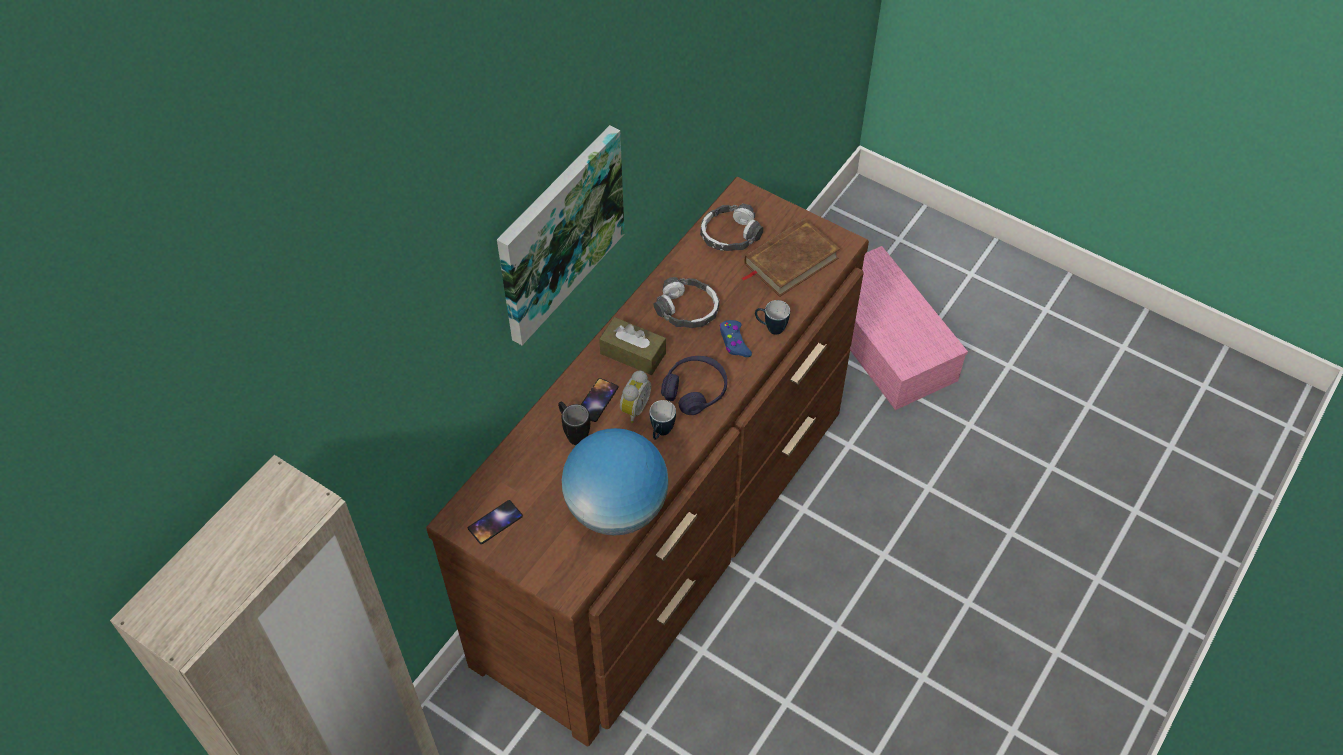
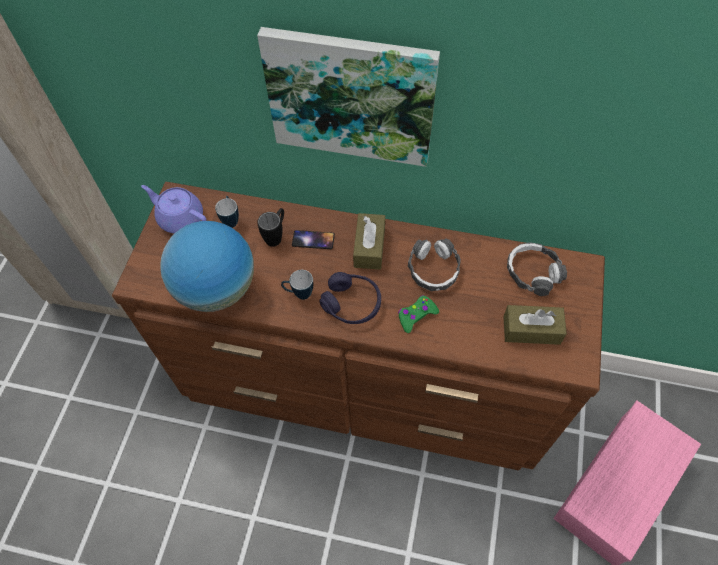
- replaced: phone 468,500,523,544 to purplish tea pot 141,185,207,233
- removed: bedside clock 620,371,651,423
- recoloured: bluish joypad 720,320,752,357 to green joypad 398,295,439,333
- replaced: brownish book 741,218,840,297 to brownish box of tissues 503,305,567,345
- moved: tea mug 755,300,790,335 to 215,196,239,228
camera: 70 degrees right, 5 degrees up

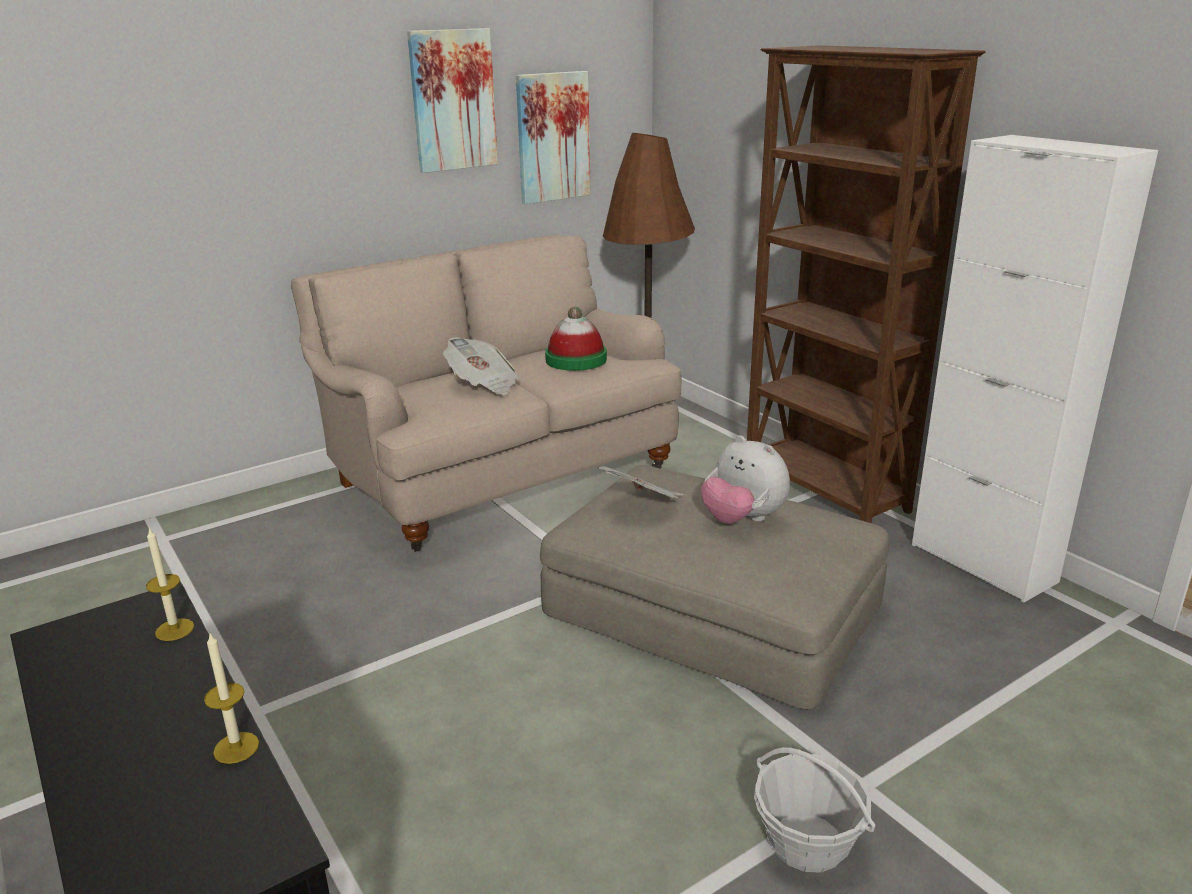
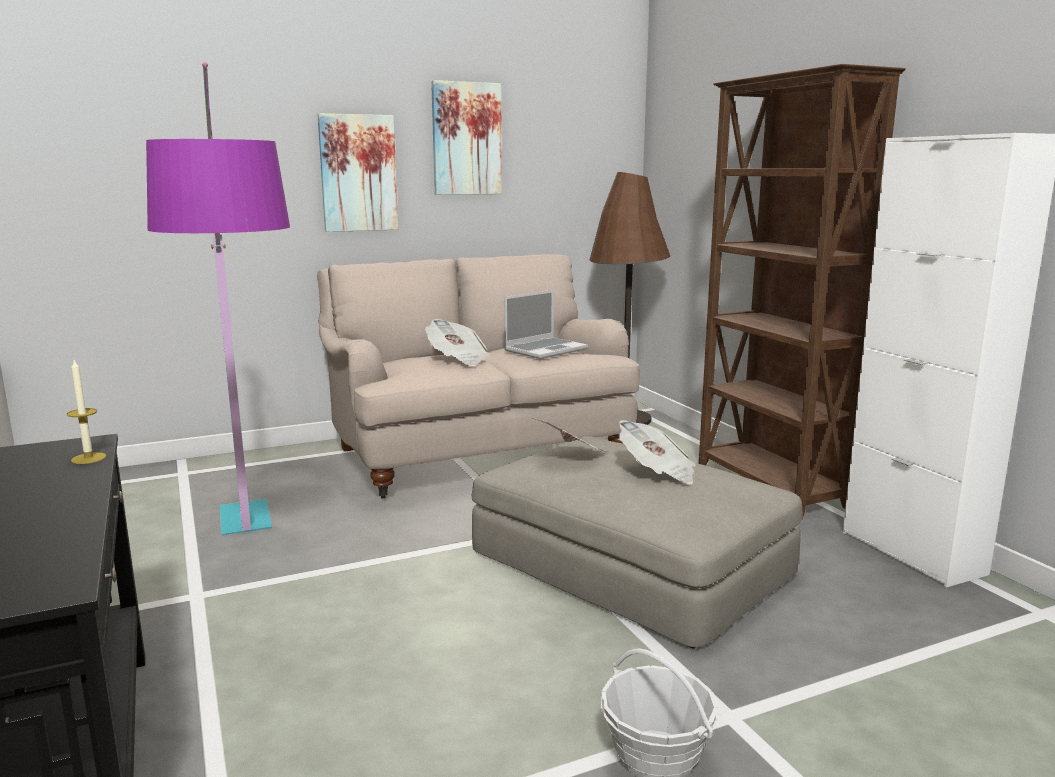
- removed: candle 204,634,259,764
- moved: wall picture 516,71,591,204 to 317,113,398,232
- replaced: hat 545,307,607,371 to laptop 504,290,588,359
- replaced: cuddly toy 701,435,790,524 to daily paper 619,420,696,485
- added: standard lamp 146,62,290,536
camera: 10 degrees right, 10 degrees down

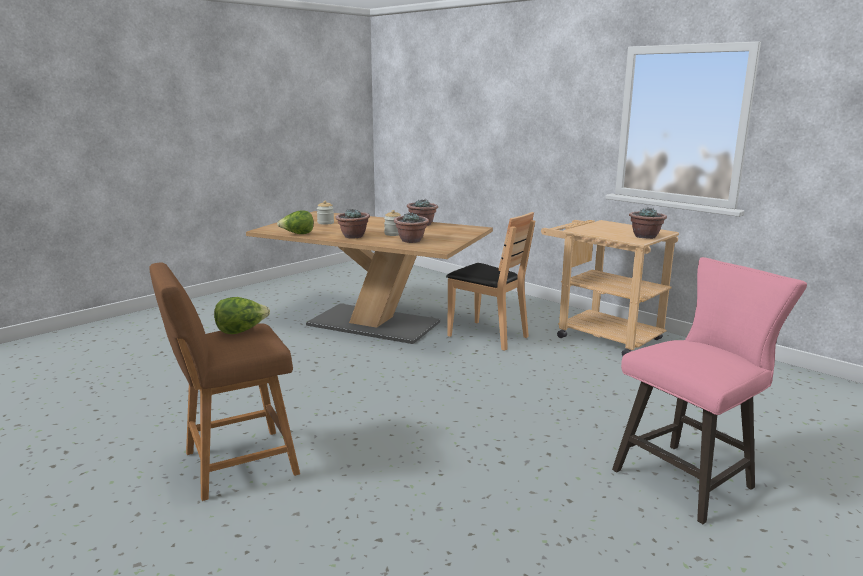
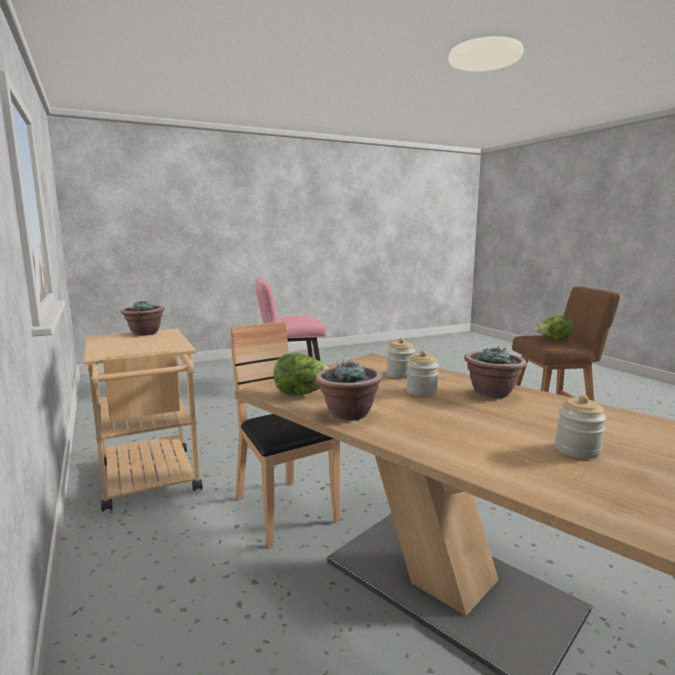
- moved: head of lettuce 277,210,314,234 to 274,353,329,396
- replaced: plant in a pot 394,213,429,243 to preserve jar 386,338,415,379
camera: 160 degrees left, 5 degrees down

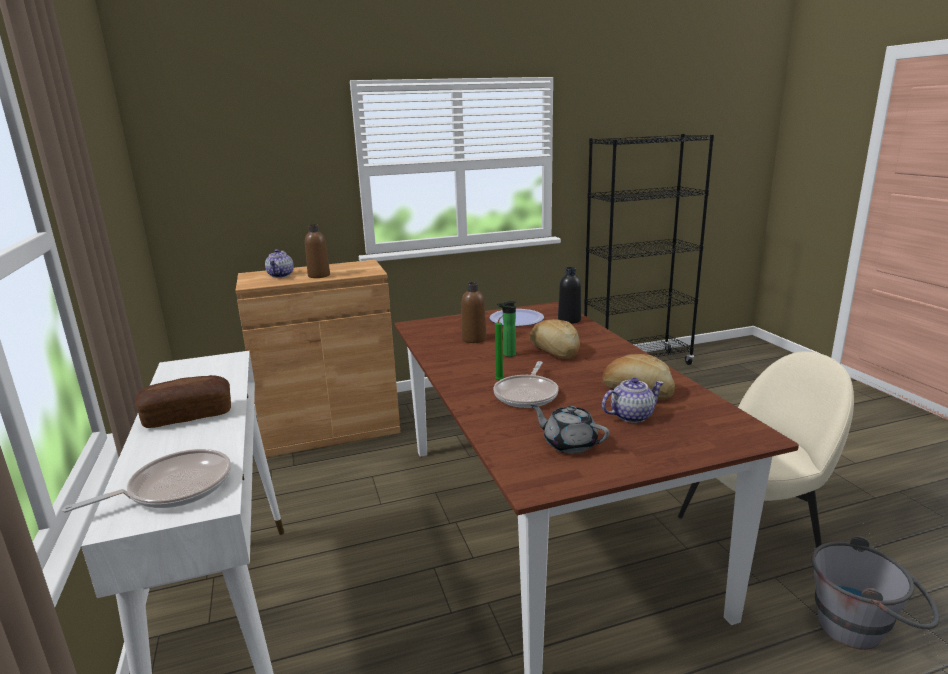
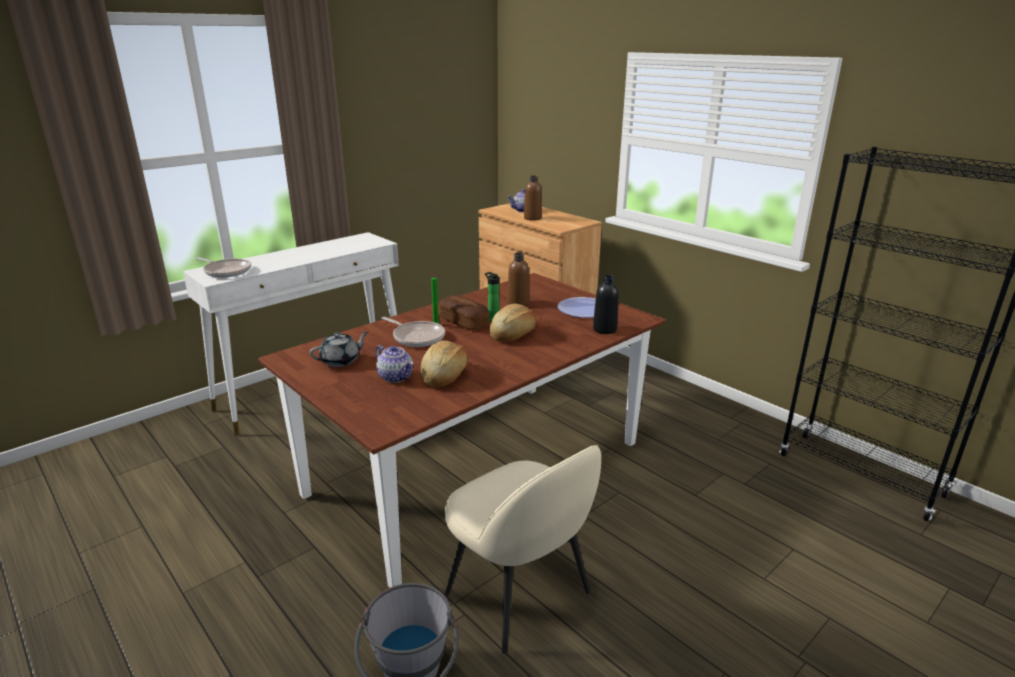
- moved: baked bread 135,375,231,428 to 439,295,489,330
- turned: pan 494,361,559,408 = 381,317,445,347 135 degrees counterclockwise
- turned: gray tea pot 531,405,609,454 = 310,332,368,367 45 degrees clockwise
camera: 65 degrees right, 5 degrees up

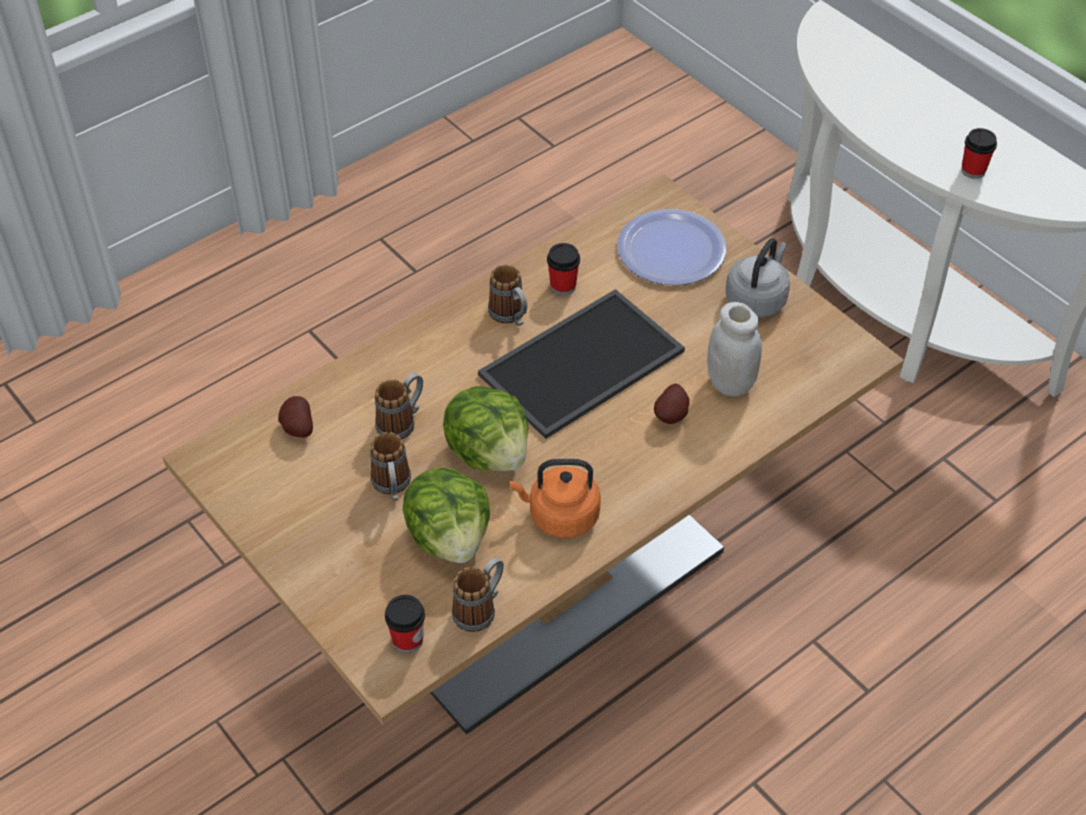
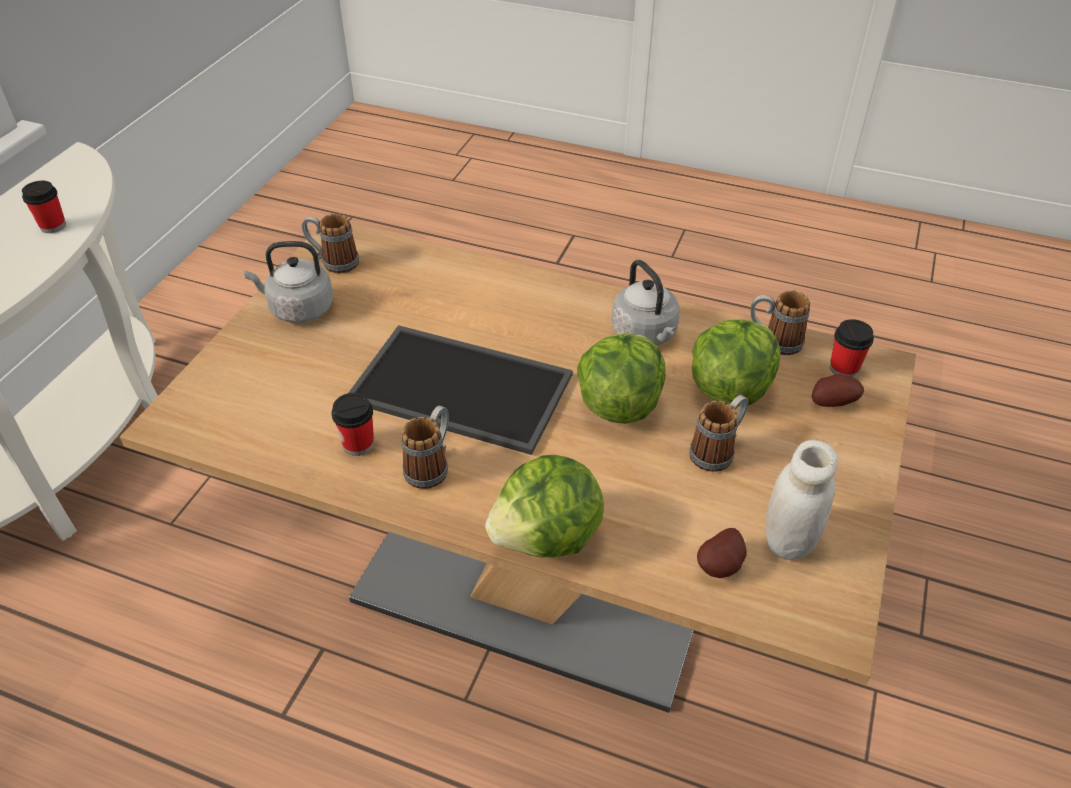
- moved: tea mug 375,373,423,439 to 302,213,359,274
- recoloured: orange kettle 510,459,601,538 to gray kettle 612,260,680,345
- removed: dinner plate 617,209,727,285
- moved: whole potato 654,384,689,424 to 812,374,864,407
- moved: white-coloured preserve jar 707,302,762,396 to 766,440,838,560
- added: head of lettuce 485,455,604,557
camera: 120 degrees left, 5 degrees down

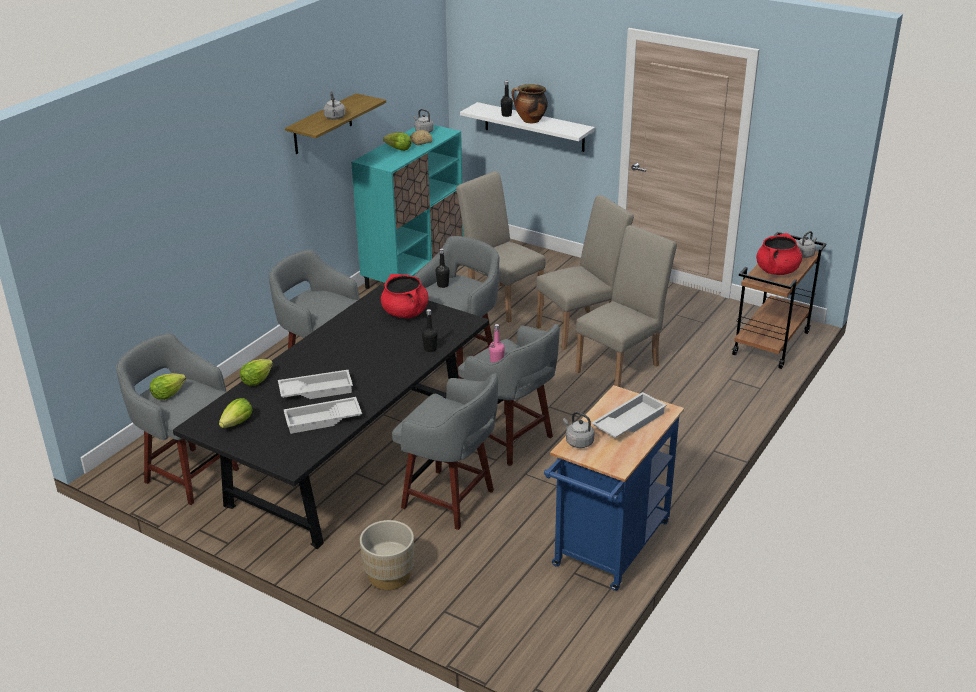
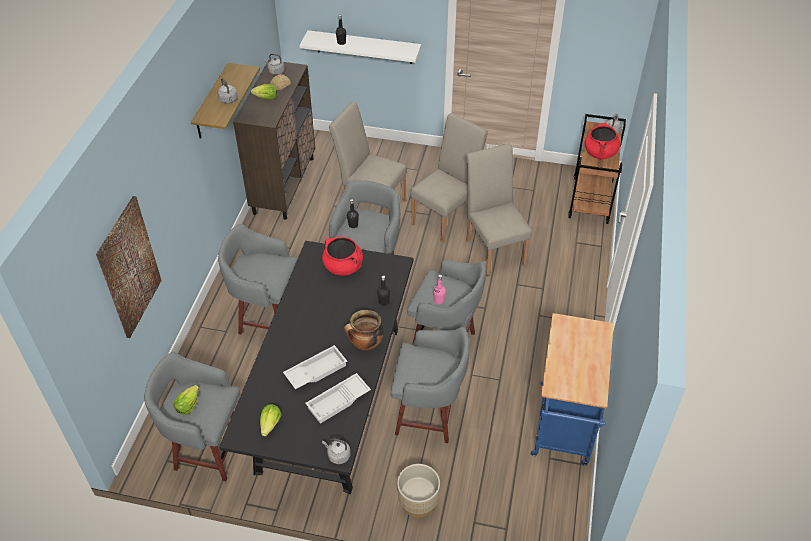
- removed: head of lettuce 240,359,273,386
- recoloured: turquoise cabinet 351,125,464,289 to brownish cabinet 233,60,315,220
- moved: saucepot 511,84,548,124 to 344,310,384,351
- moved: gray kettle 563,412,595,448 to 322,438,351,464
- turned: beige-coloured upright chair 575,225,677,387 = 466,143,532,276 45 degrees counterclockwise
- removed: white-coloured carrying tray 591,392,667,438
- added: wall picture 96,196,162,338
camera: 20 degrees left, 15 degrees up

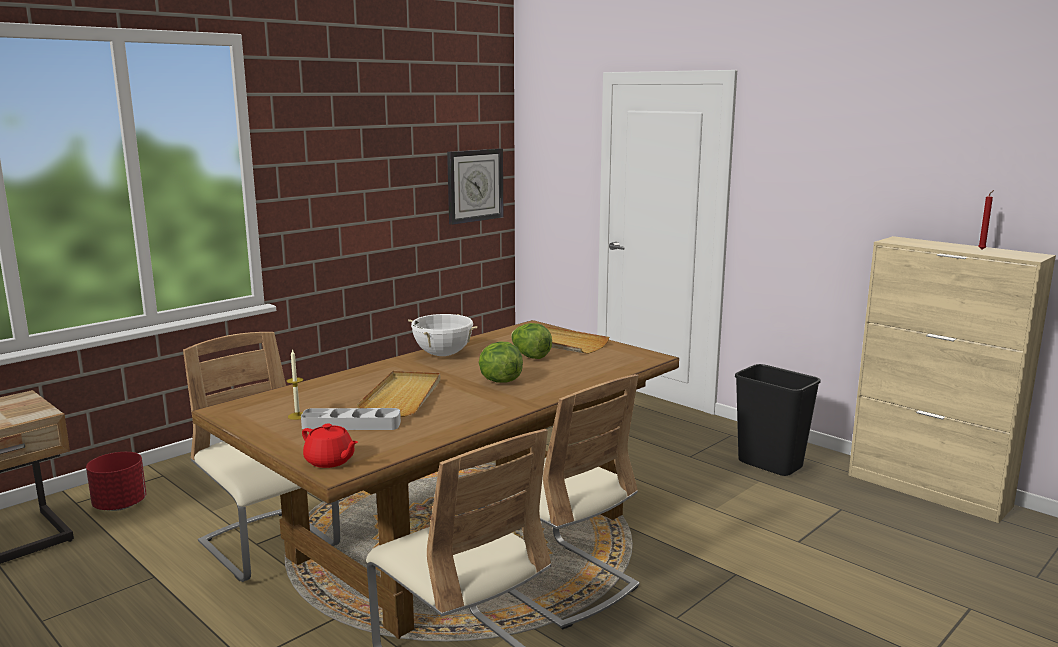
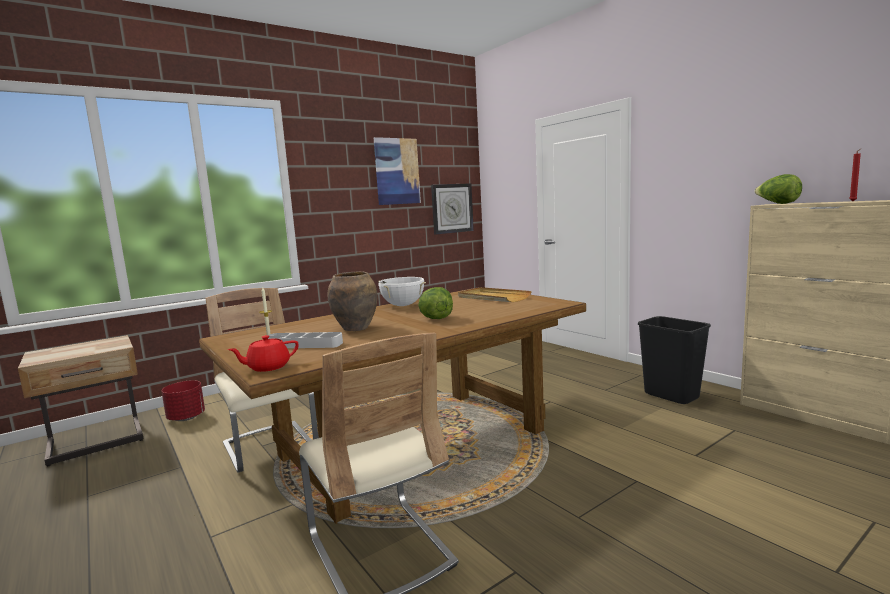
- turned: red-coloured tea pot 302,423,358,468 = 228,335,299,372 105 degrees clockwise
- replaced: beige-coloured carrying tray 356,371,440,417 to brownish flower vase 328,271,377,331
- removed: beige-coloured upright chair 478,374,639,630
- moved: head of lettuce 511,323,552,359 to 754,174,802,204
- added: wall picture 374,137,421,205
camera: 10 degrees right, 5 degrees down

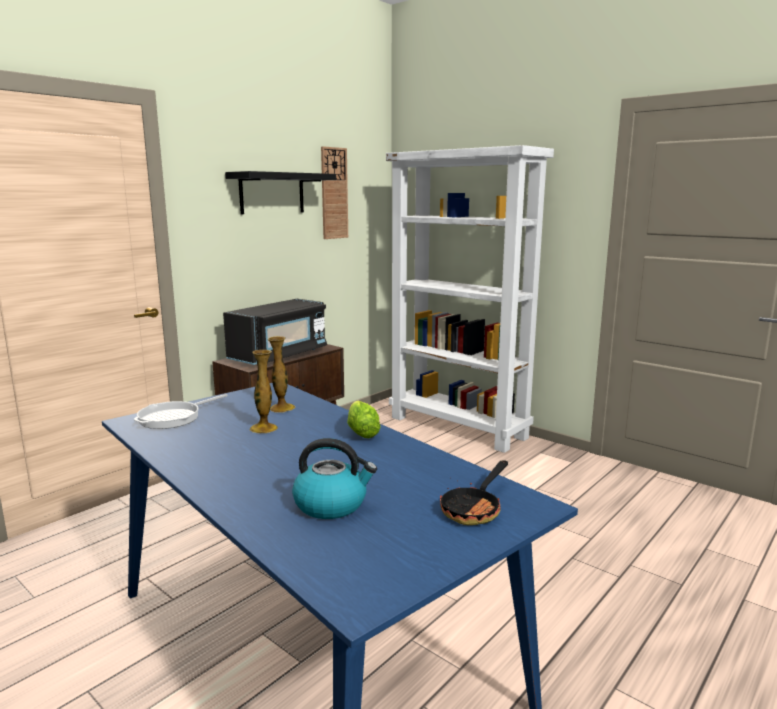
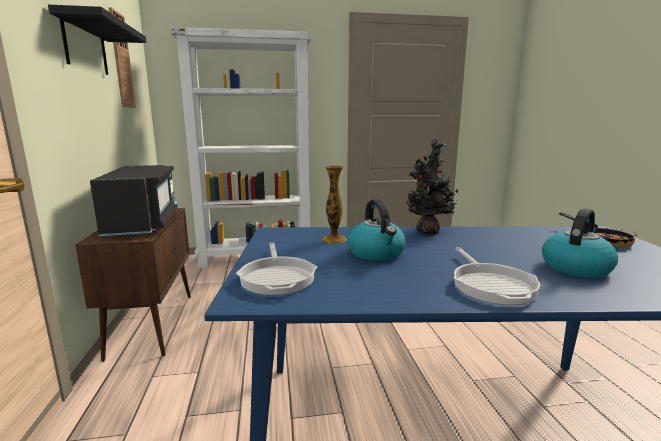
- replaced: flower vase 250,350,278,433 to kettle 347,199,406,261
- replaced: head of lettuce 347,400,381,438 to plant in a pot 406,139,458,235
- added: pan 454,247,540,305
camera: 50 degrees left, 0 degrees up

